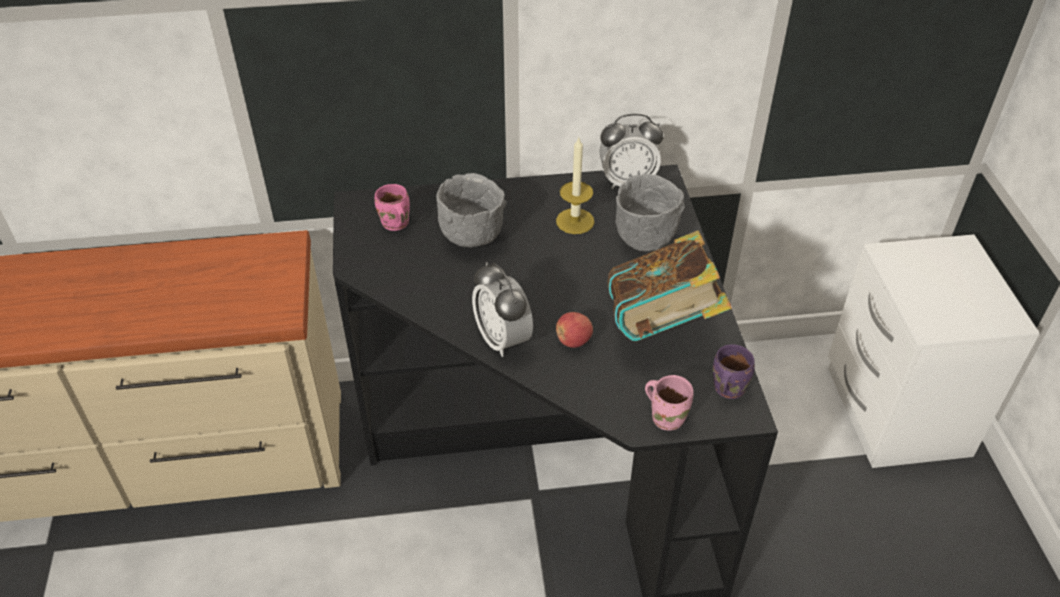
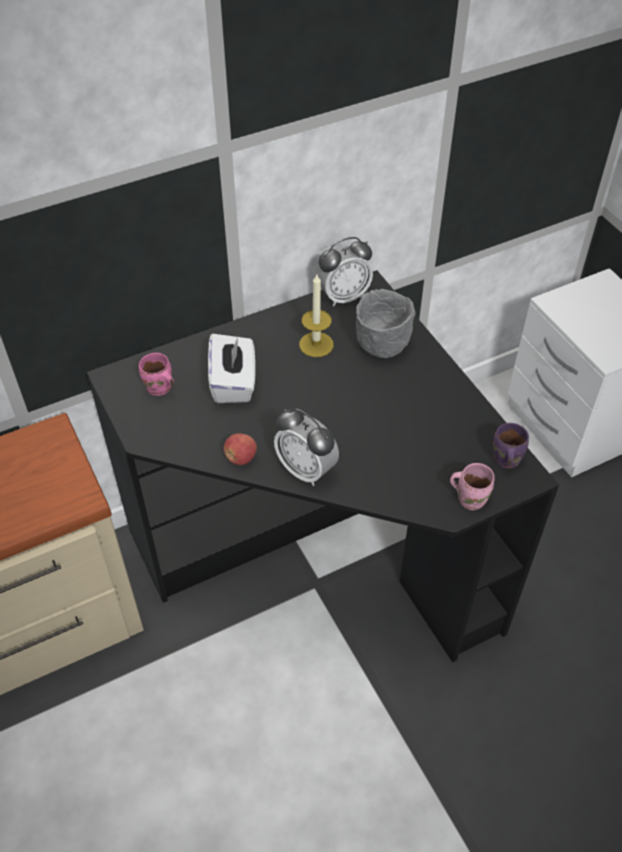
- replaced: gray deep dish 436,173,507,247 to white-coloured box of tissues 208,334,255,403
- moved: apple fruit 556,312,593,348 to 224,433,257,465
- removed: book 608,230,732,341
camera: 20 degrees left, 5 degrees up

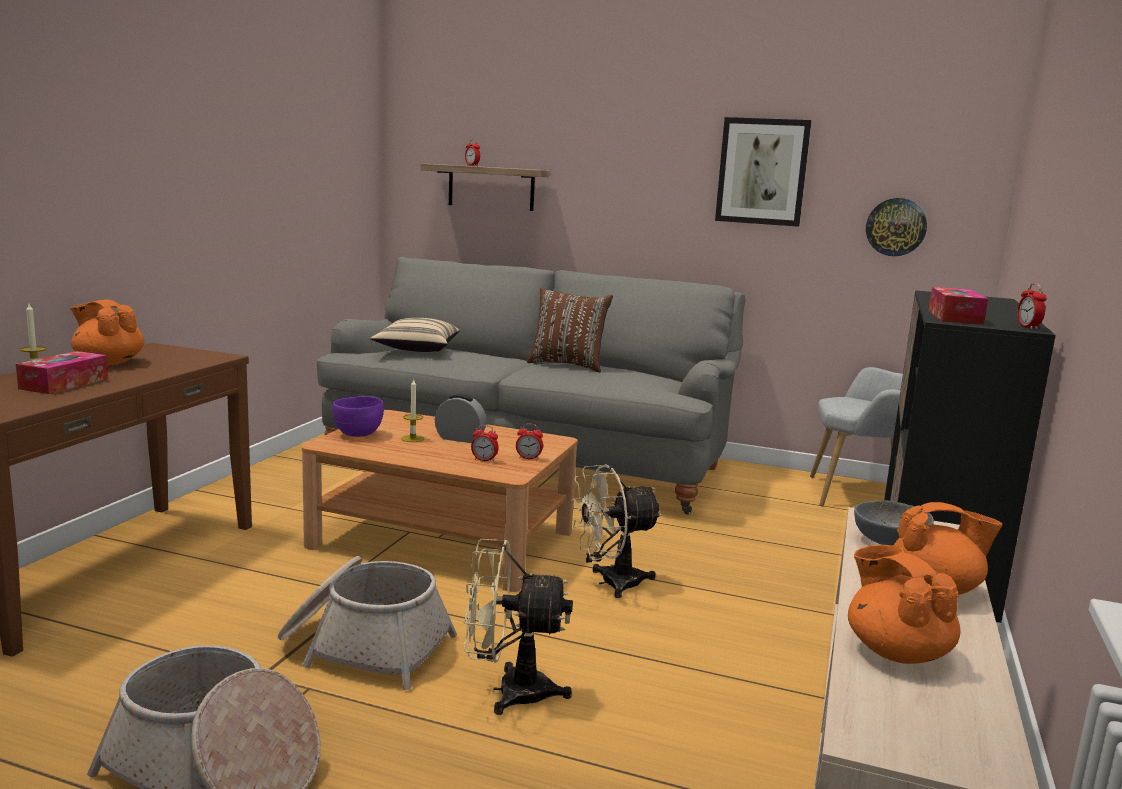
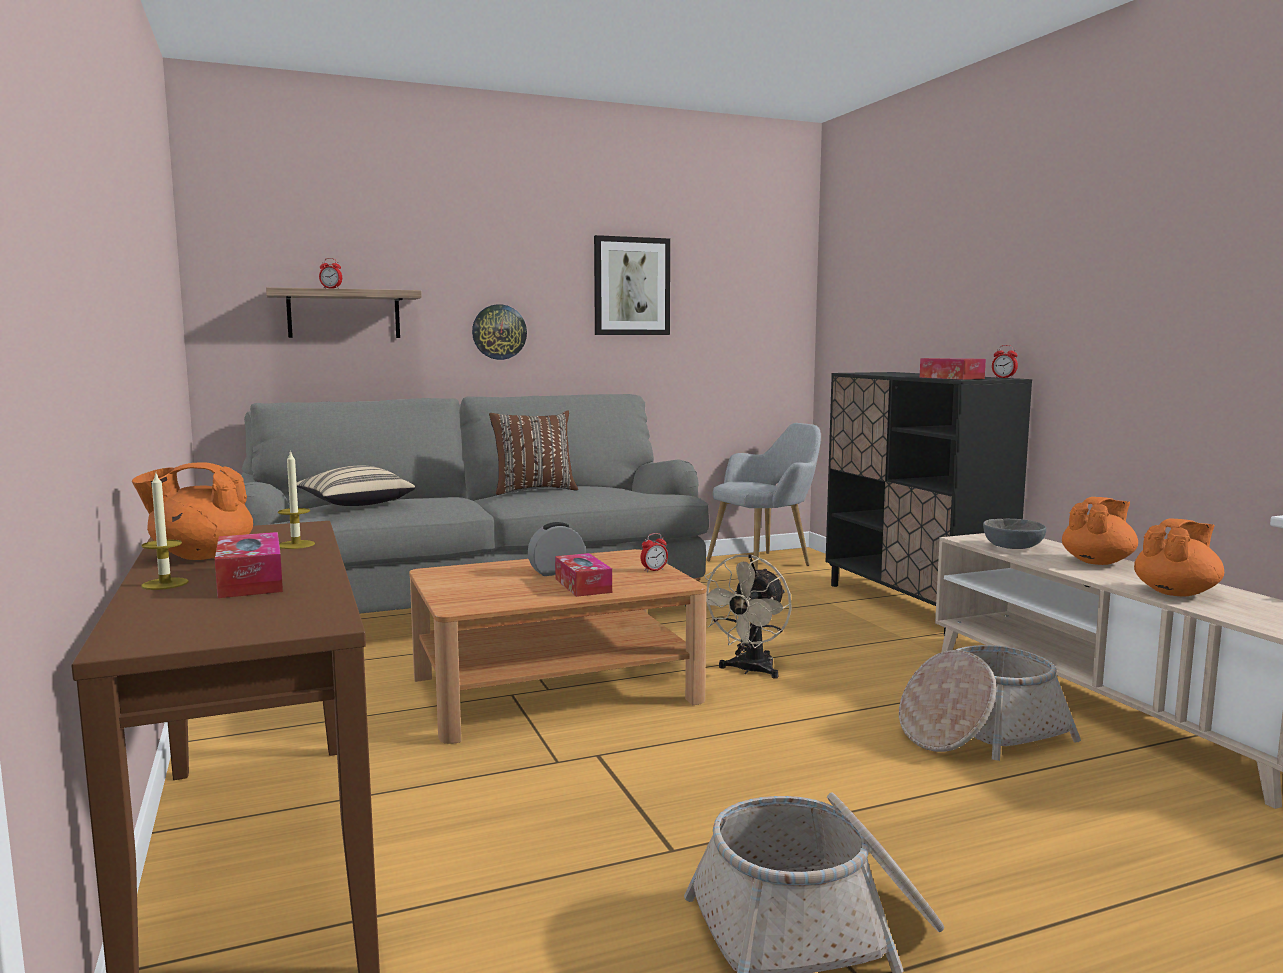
- moved: storage basket 278,556,457,690 to 899,645,1081,761
- removed: purplish deep dish 332,396,384,437
- moved: candle 401,379,424,442 to 278,450,315,549
- removed: beige-coloured fan 463,539,573,715
- removed: bedside clock 471,425,499,462
- turned: orange tea pot 848,545,961,664 = 1134,519,1224,597 120 degrees clockwise
- moved: wall clock 866,198,927,256 to 472,304,527,360
- added: box of tissues 555,553,612,597
camera: 40 degrees left, 5 degrees down

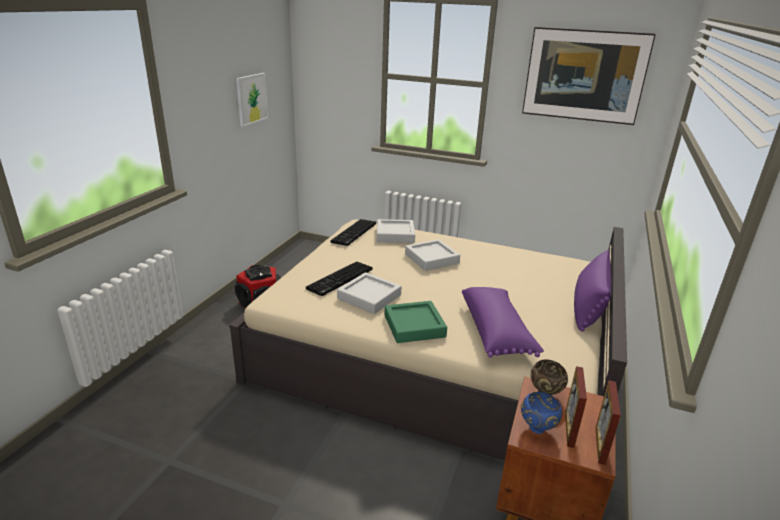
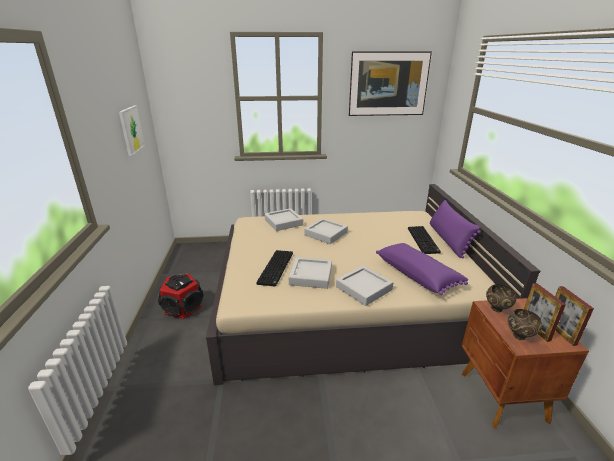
- moved: keyboard 330,219,376,246 to 408,226,441,254
- recoloured: green carrying tray 385,301,447,343 to gray carrying tray 336,266,393,306
- recoloured: bluish deep dish 521,392,562,434 to brownish deep dish 508,309,542,340
camera: 25 degrees left, 0 degrees up

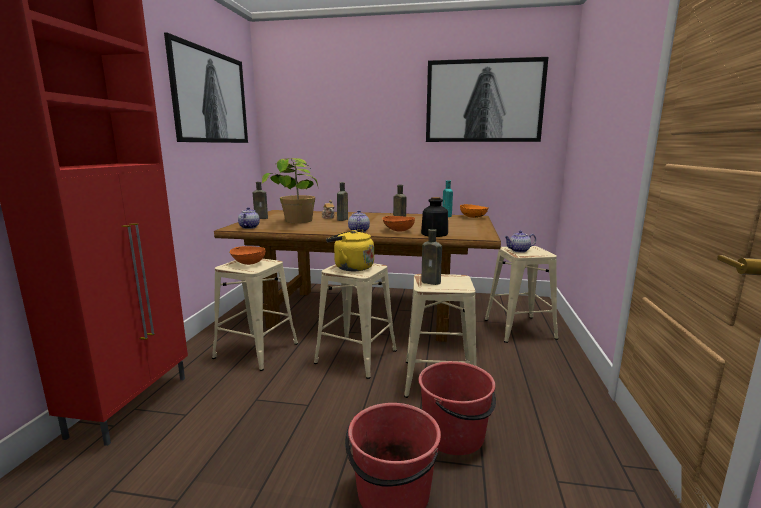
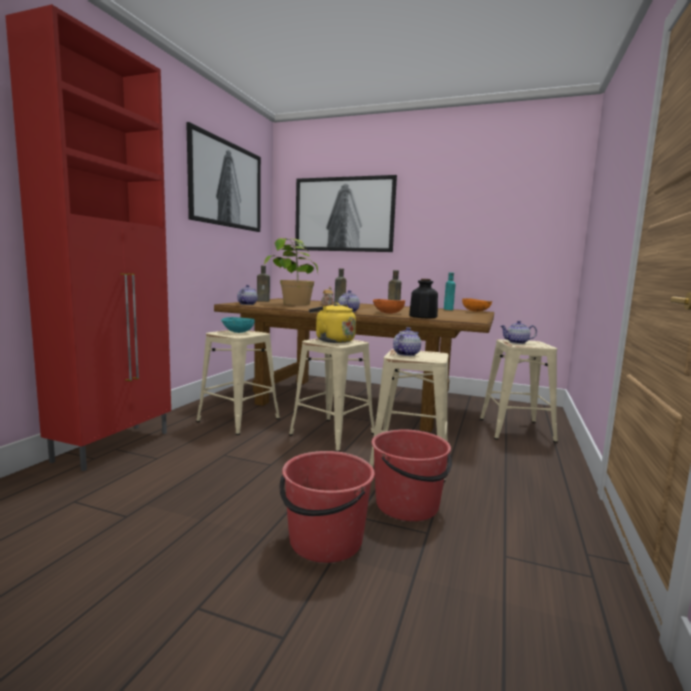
- recoloured: orange deep dish 230,246,265,265 to turquoise deep dish 221,317,255,333
- replaced: brownish drink bottle 421,229,442,285 to tea pot 393,327,421,356
- moved: wall picture 426,57,549,142 to 295,175,397,252
camera: 10 degrees right, 5 degrees down

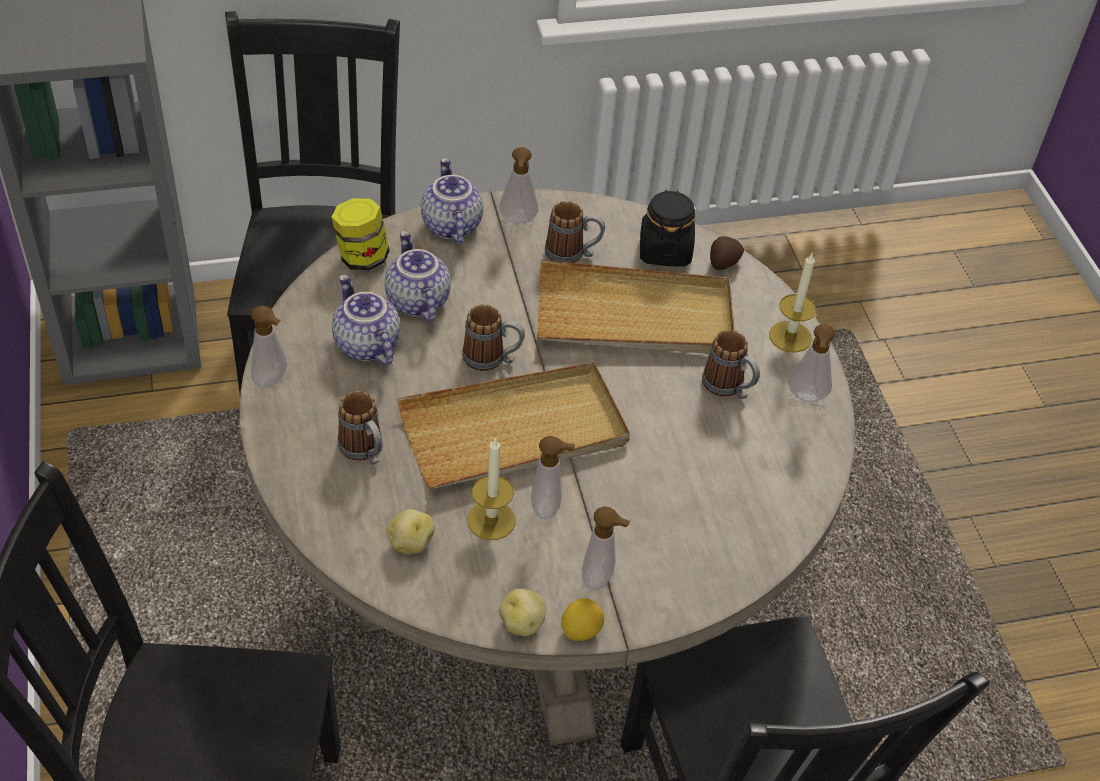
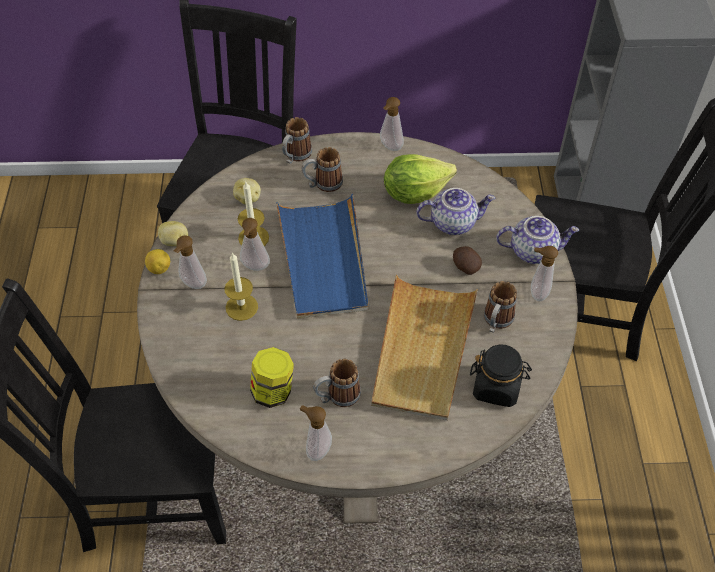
- moved: preserve jar 332,198,389,270 to 250,347,294,408
- replaced: tea pot 332,274,400,366 to head of lettuce 384,154,457,204
- recoloured: beige-coloured carrying tray 397,362,630,489 to bluish carrying tray 276,194,368,319
- moved: tea mug 462,304,525,371 to 282,117,312,164
- moved: whole potato 710,236,744,270 to 453,246,482,275
- moved: candle 769,252,817,353 to 224,252,258,321
camera: 105 degrees right, 5 degrees up

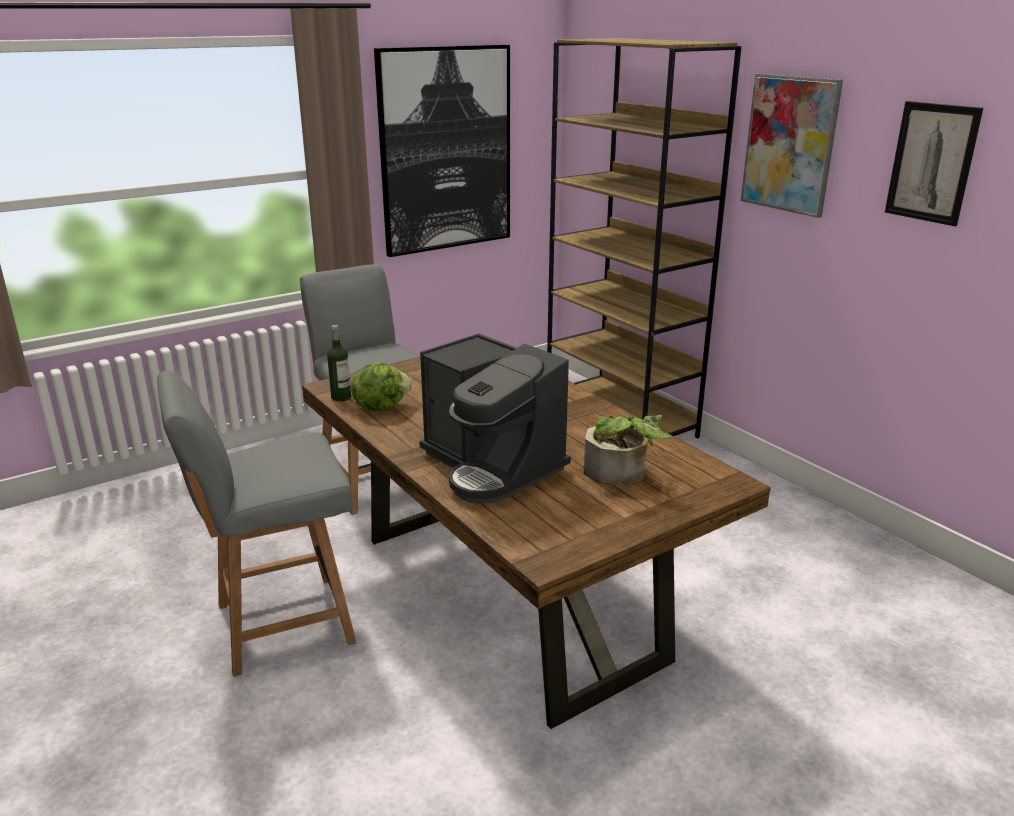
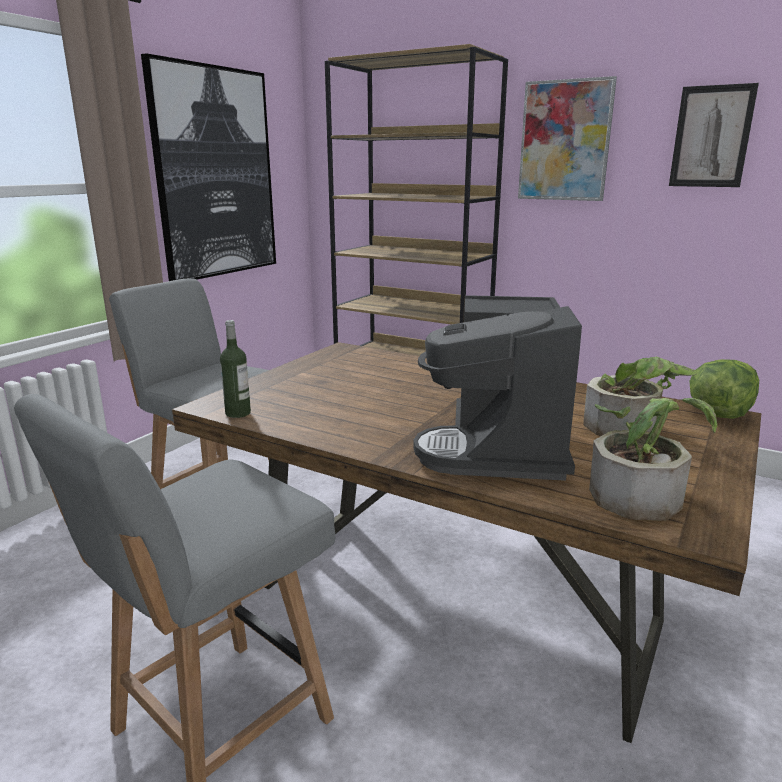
- moved: head of lettuce 351,363,412,412 to 689,359,759,419
- turned: coffee machine 419,333,571,504 = 413,295,582,481 75 degrees clockwise
- added: plant in a pot 589,398,718,521
camera: 25 degrees left, 5 degrees down

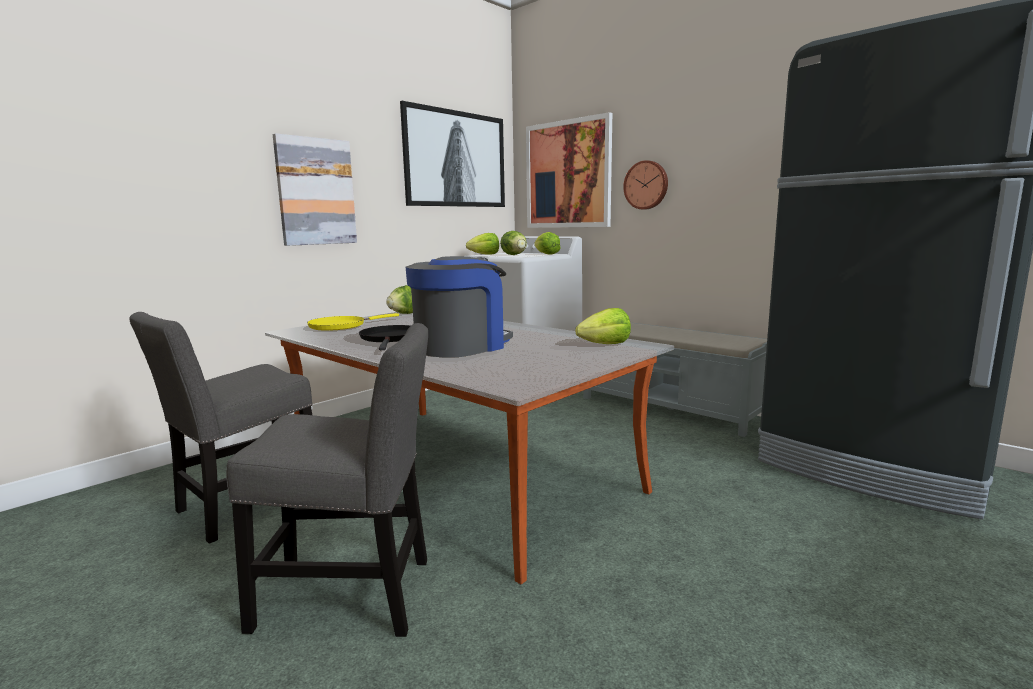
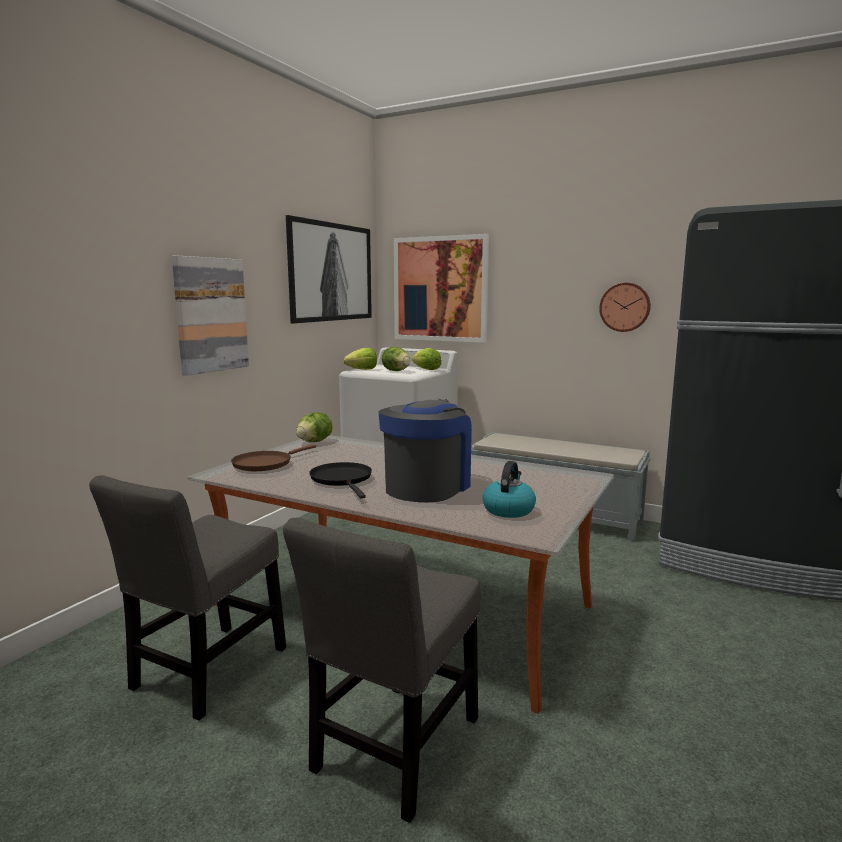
- turned: gray upright chair 226,323,428,637 = 283,518,480,823 135 degrees clockwise
- recoloured: yellow pan 307,313,399,331 to brownish pan 231,444,316,471
- removed: head of lettuce 575,308,631,344
- moved: wall clock 623,160,668,209 to 599,283,651,332
- added: kettle 482,461,536,518
camera: 15 degrees left, 0 degrees up

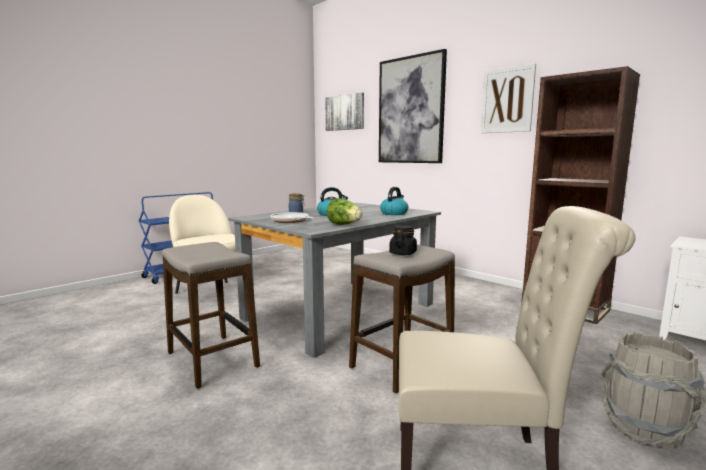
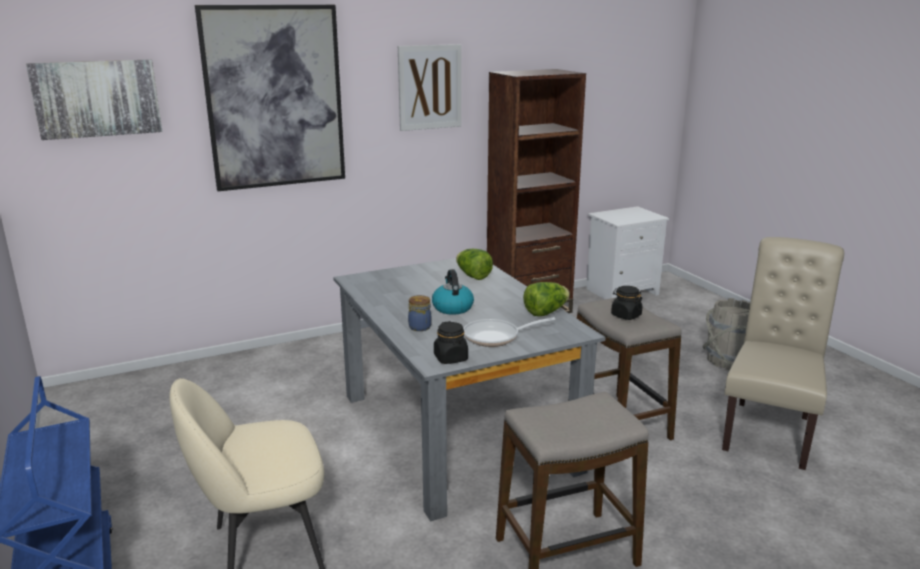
- replaced: kettle 380,187,408,215 to head of lettuce 456,249,493,280
- added: blackish preserve jar 434,321,468,364
camera: 70 degrees left, 10 degrees up

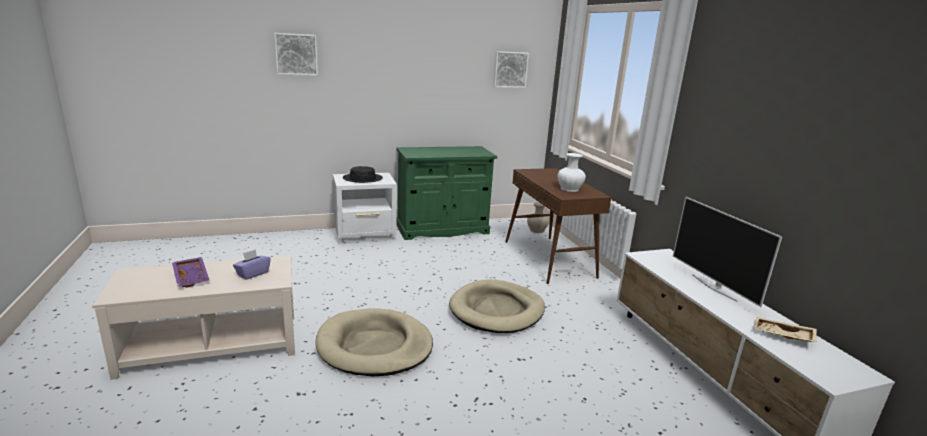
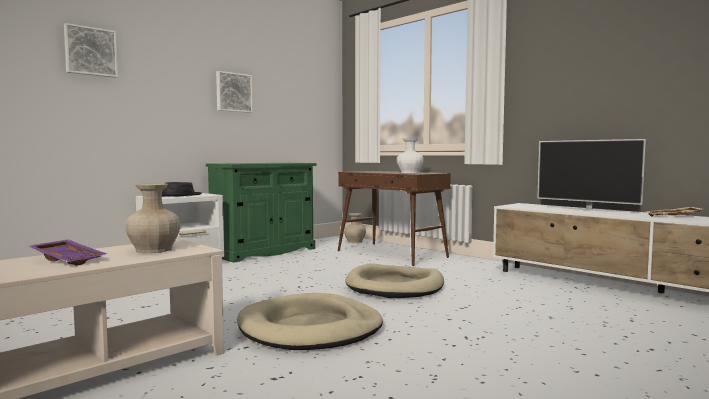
- replaced: purplish box of tissues 233,249,271,280 to beige-coloured flower vase 125,183,180,253
- moved: wall picture 493,51,529,88 to 216,71,253,113
camera: 25 degrees left, 15 degrees down

